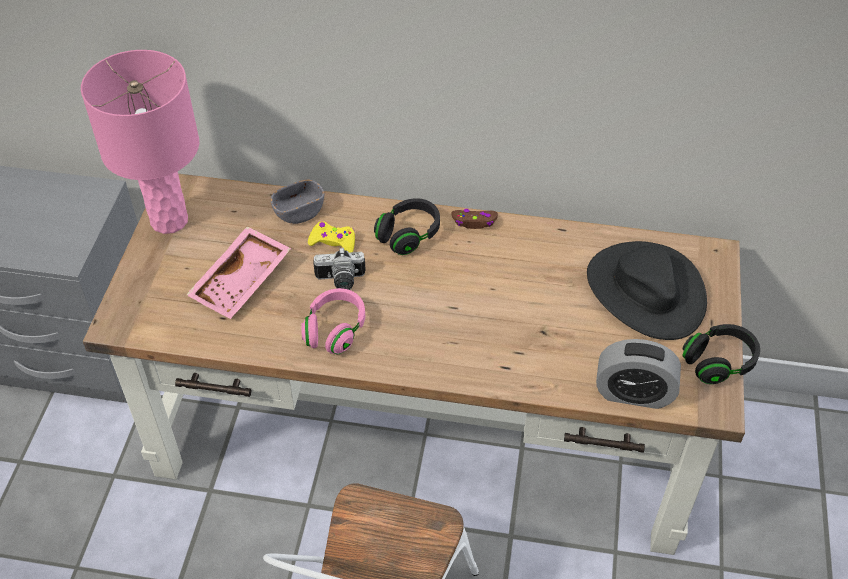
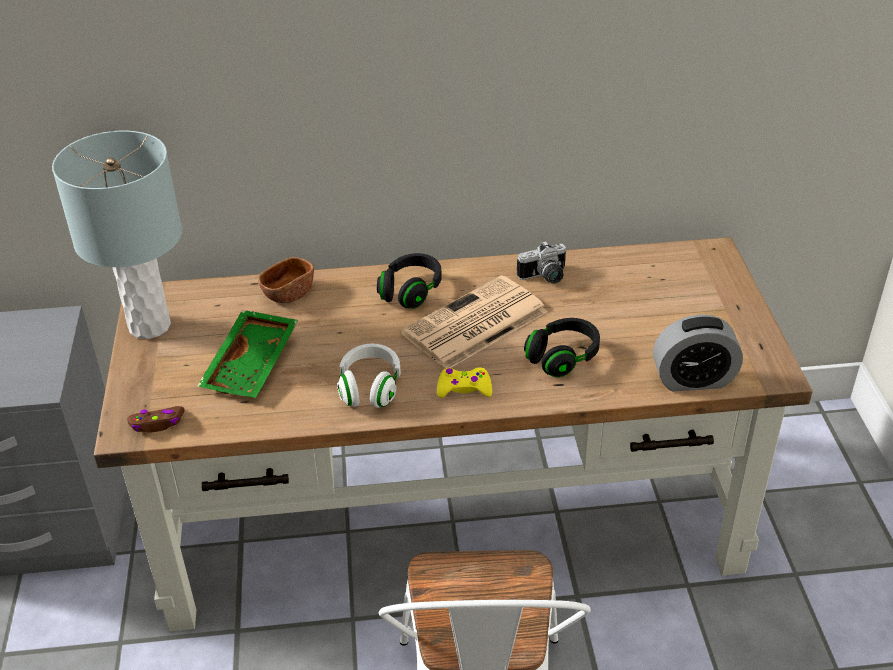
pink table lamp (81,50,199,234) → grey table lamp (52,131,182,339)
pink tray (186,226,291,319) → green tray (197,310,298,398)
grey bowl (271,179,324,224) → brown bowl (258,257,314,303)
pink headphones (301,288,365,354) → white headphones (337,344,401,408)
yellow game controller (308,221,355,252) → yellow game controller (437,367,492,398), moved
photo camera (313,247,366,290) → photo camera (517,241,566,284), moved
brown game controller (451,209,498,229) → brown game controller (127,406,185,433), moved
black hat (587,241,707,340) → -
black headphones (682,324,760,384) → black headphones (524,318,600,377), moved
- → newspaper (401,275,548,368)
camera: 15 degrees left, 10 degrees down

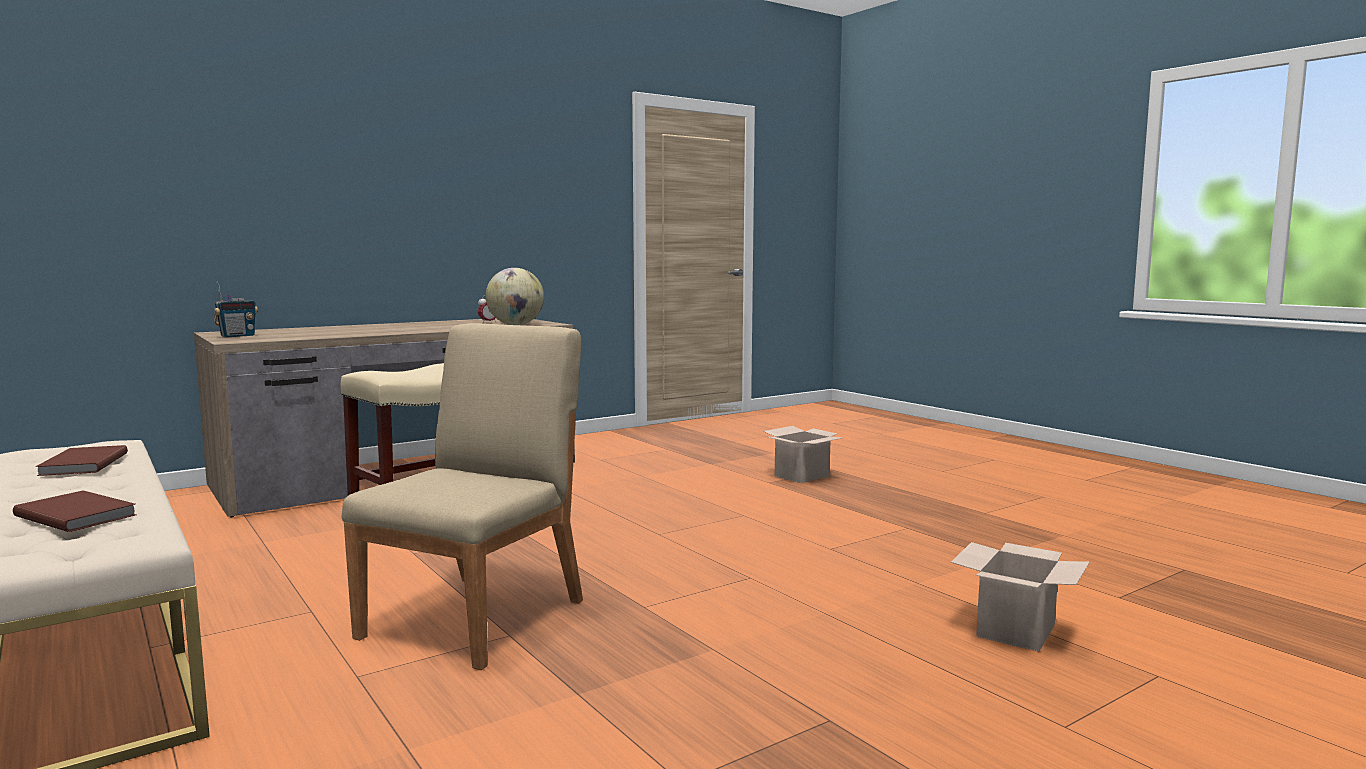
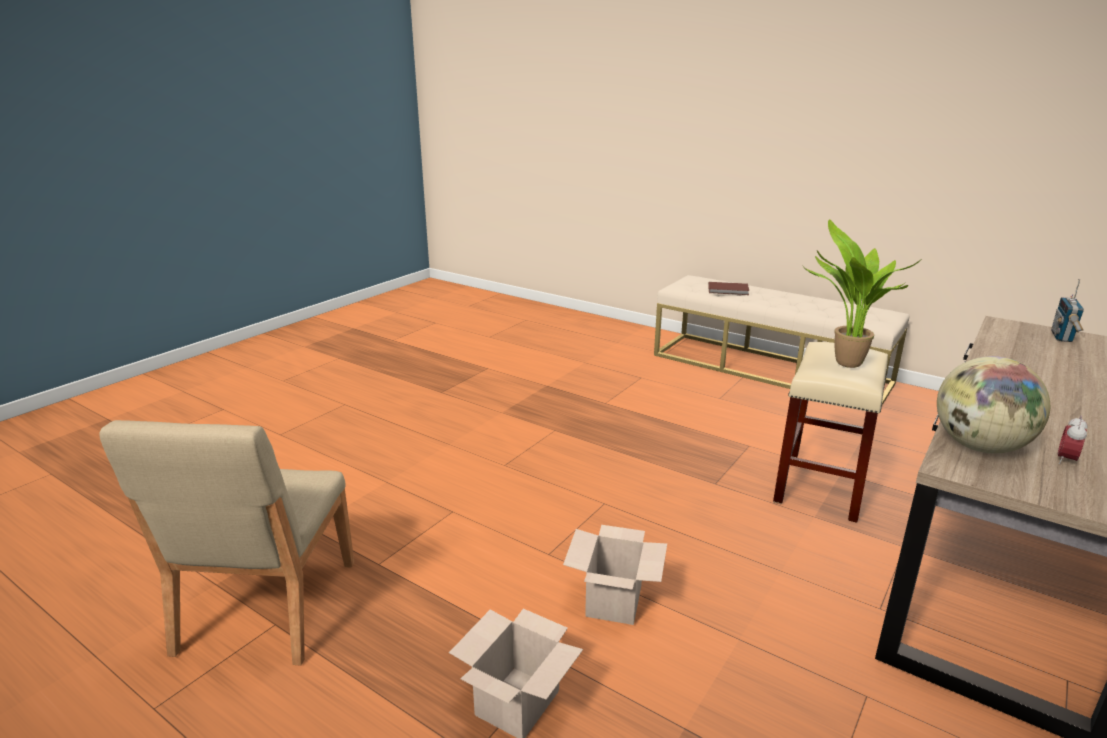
brown book (36,445,128,476) → -
beige chair (342,323,583,670) → beige chair (99,420,354,665), moved
cardboard box (951,542,1090,652) → cardboard box (563,525,667,625), moved
- → potted plant (805,219,920,368)
camera: 160 degrees right, 15 degrees up

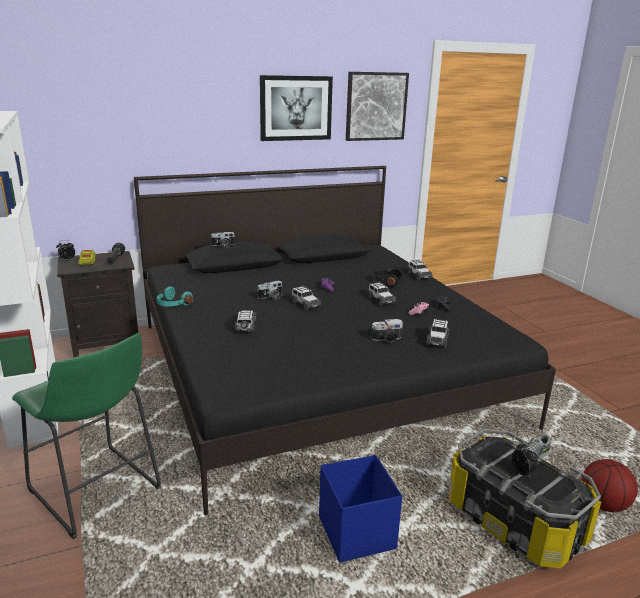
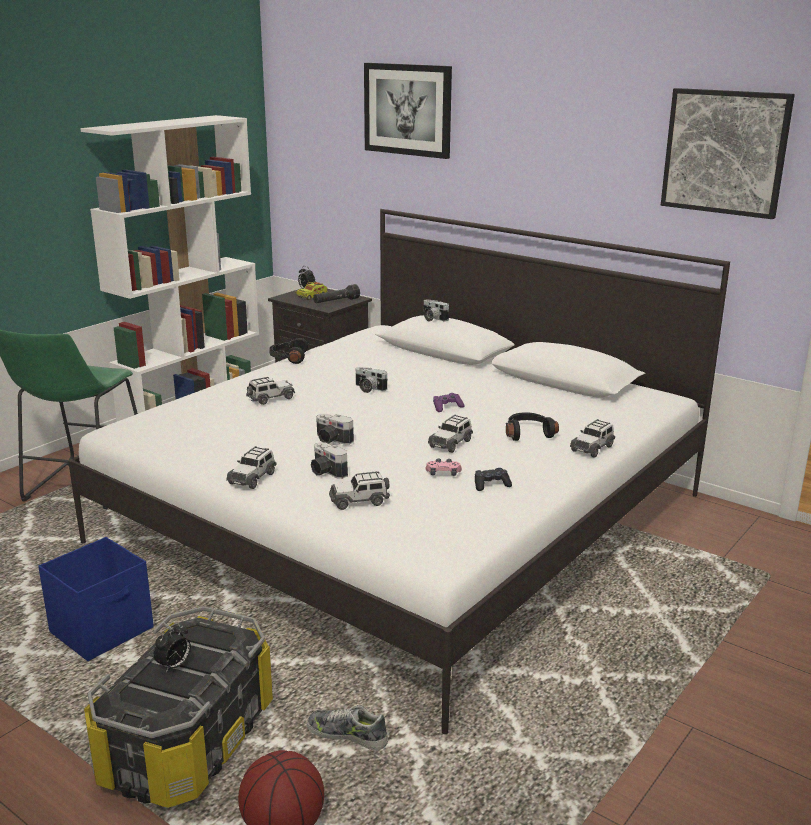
black bed (134,166,556,515) → white bed (68,209,730,734)
turquoise headphones (157,286,193,307) → black headphones (269,338,308,364)
picture (260,75,333,141) → picture (364,63,452,159), moved
toy car (291,285,321,310) → toy car (226,446,277,489), moved
- → photo camera (316,414,354,445)
camera: 60 degrees right, 0 degrees up

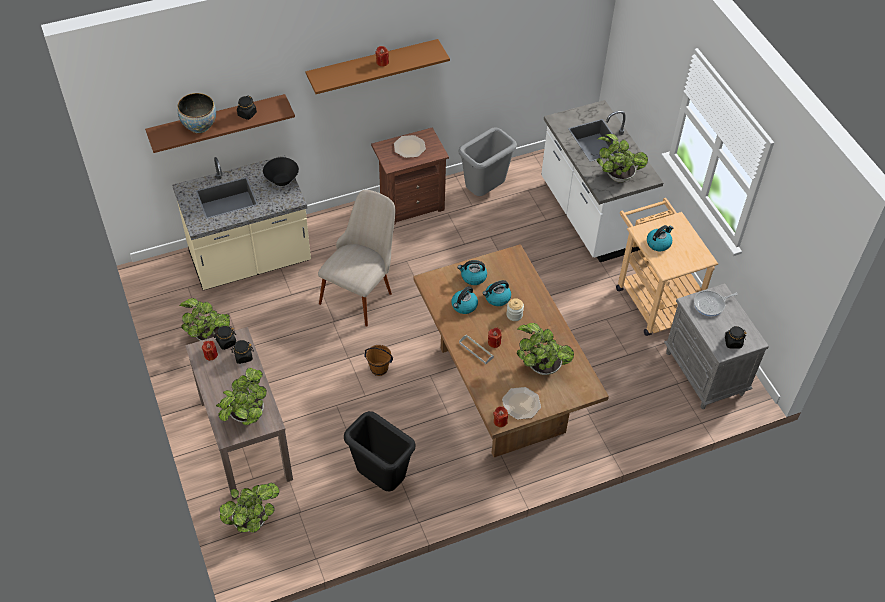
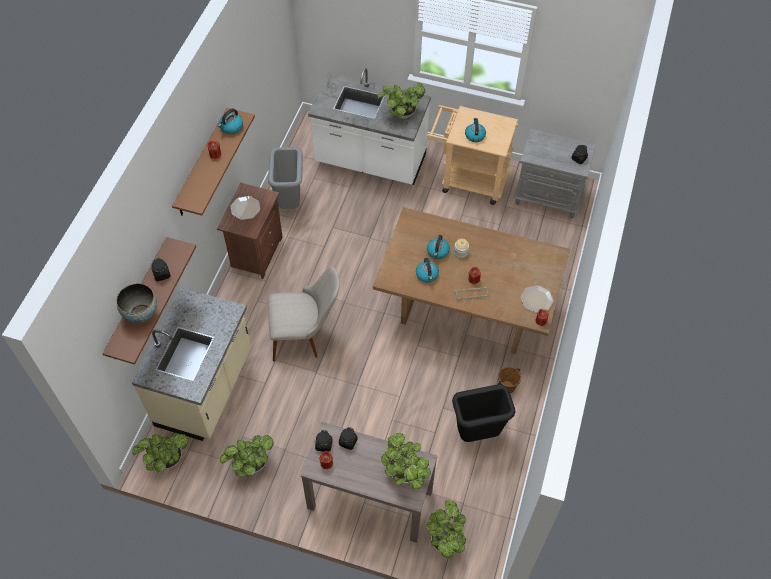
black bowl (263,157,299,186) → -
beige chair (318,190,395,327) → beige chair (268,266,340,362), 105 degrees clockwise
brown bucket (364,345,393,376) → brown bucket (498,367,521,393), moved
kettle (458,260,487,285) → kettle (218,109,243,134), moved
potted plant (517,323,574,375) → potted plant (132,432,188,471), moved
frying pan (694,290,738,316) → -
camera: 50 degrees left, 5 degrees up

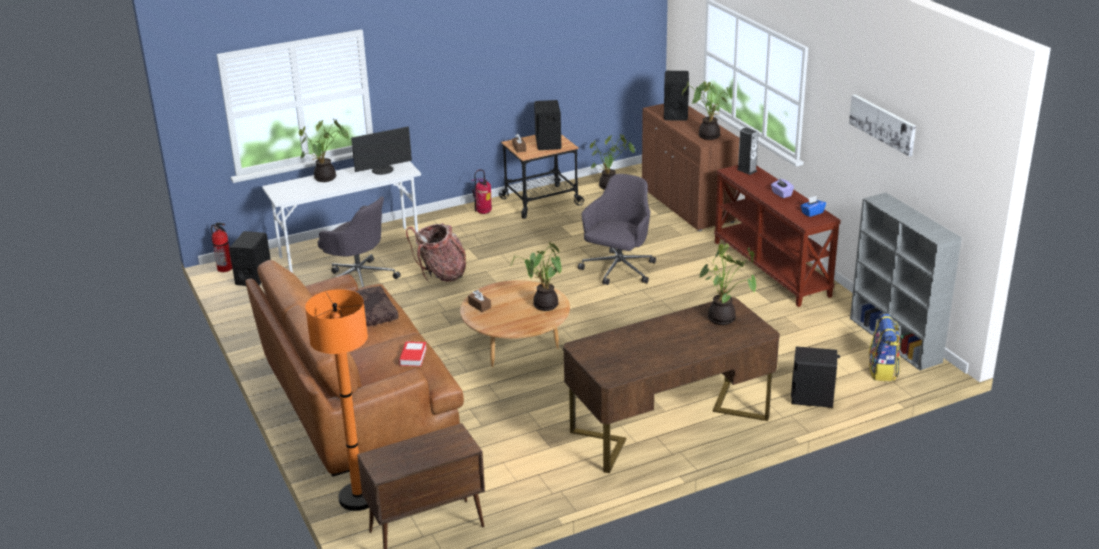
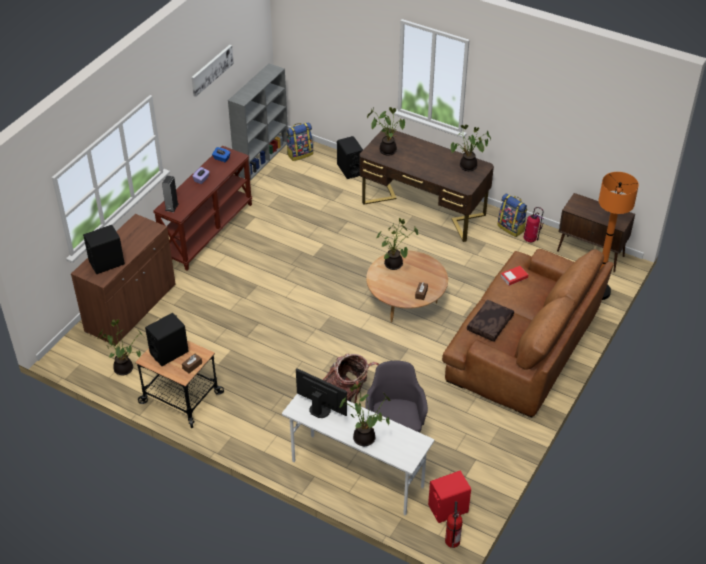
black speaker (229,231,271,286) → red speaker (428,471,471,523)
fire extinguisher (471,169,492,214) → fire extinguisher (523,207,544,242), moved
grey office chair (578,174,656,285) → -
potted plant (682,80,733,140) → potted plant (450,125,491,171), moved
- → backpack (497,193,527,237)
camera: 125 degrees left, 15 degrees up

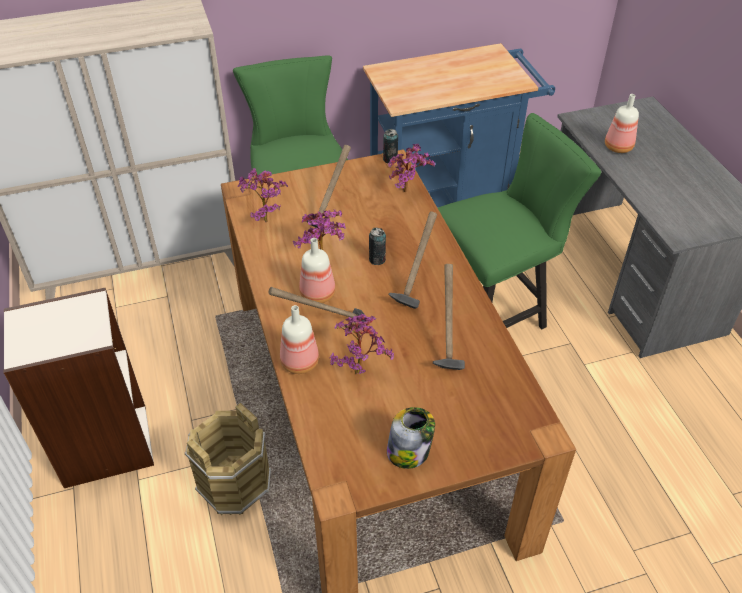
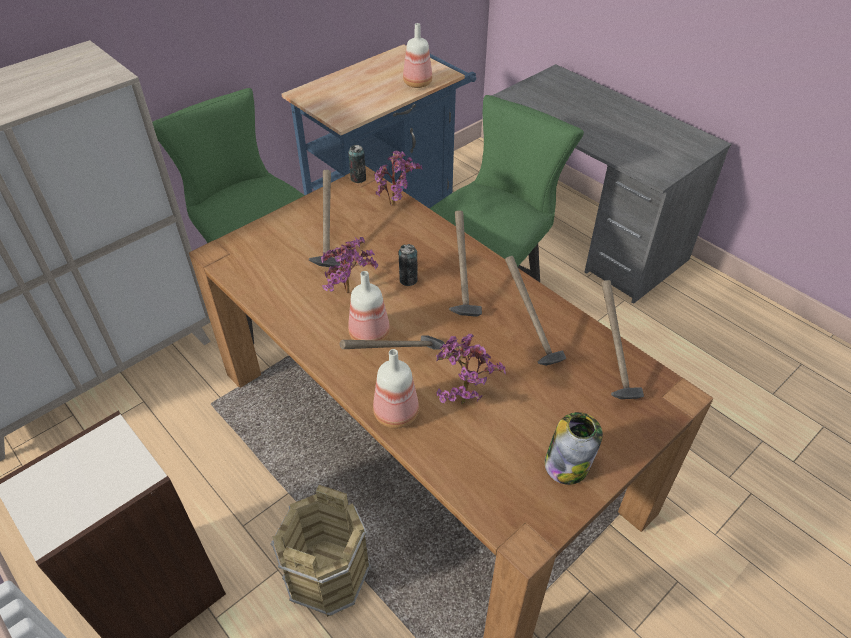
potted plant (238,168,288,223) → -
bottle (605,94,639,153) → bottle (403,23,432,88), moved
- → hammer (601,280,644,399)
camera: 25 degrees left, 0 degrees up

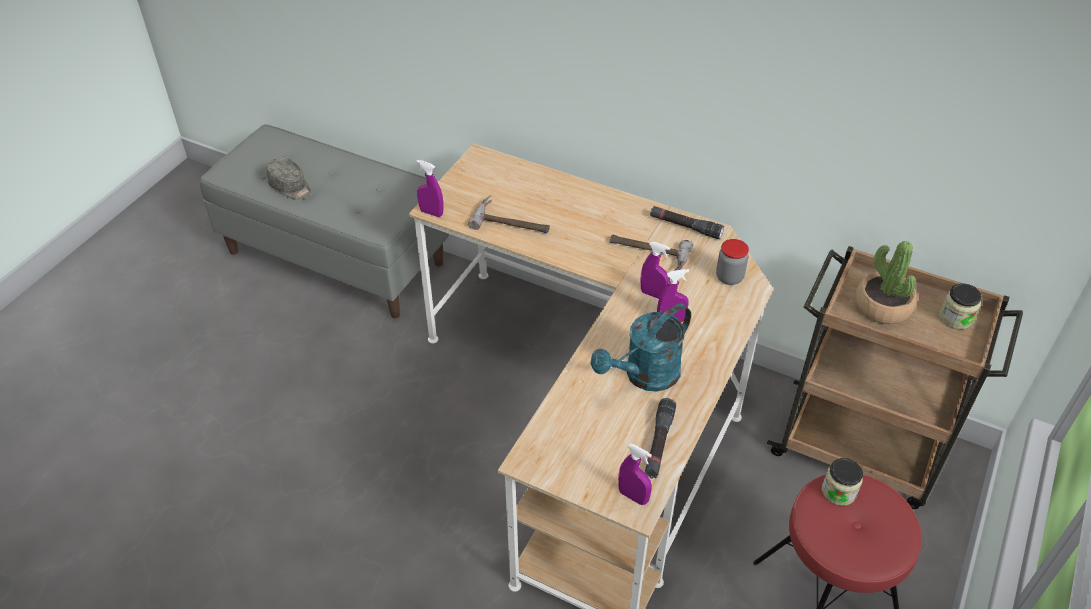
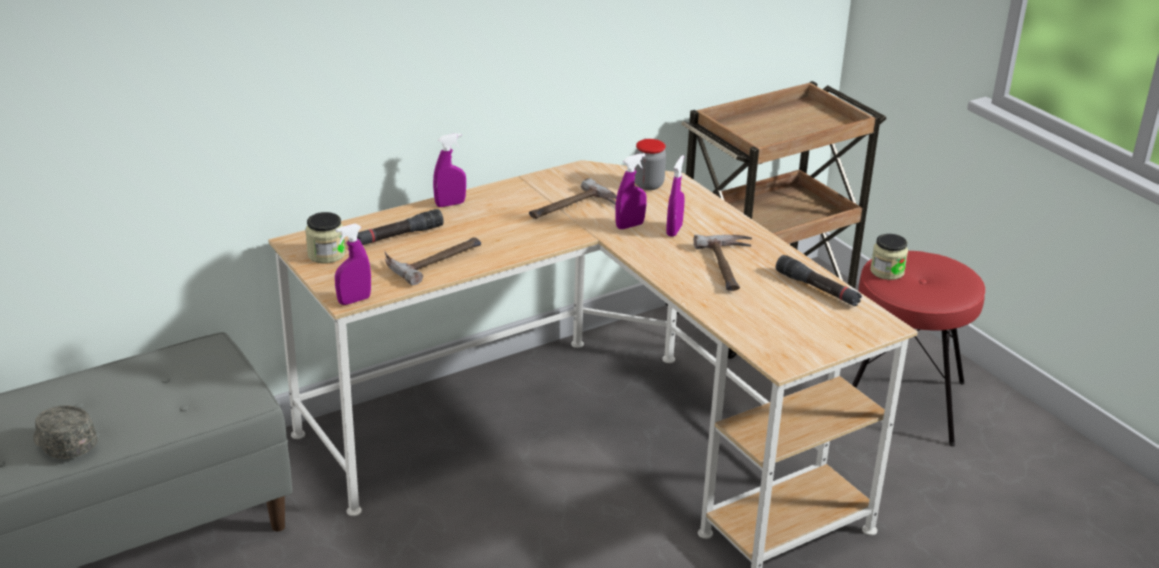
grey cap (267,158,311,200) → grey cap (33,405,98,459), 120 degrees counterclockwise
turquoise watering can (591,304,691,392) → hammer (694,235,752,291)
purple spray bottle (618,443,652,505) → purple spray bottle (433,133,466,207), moved
black flashlight (650,206,724,239) → black flashlight (357,209,444,245), moved
potted plant (855,241,917,325) → -
jar (939,283,982,329) → jar (305,212,345,263), moved
camera: 60 degrees left, 15 degrees down

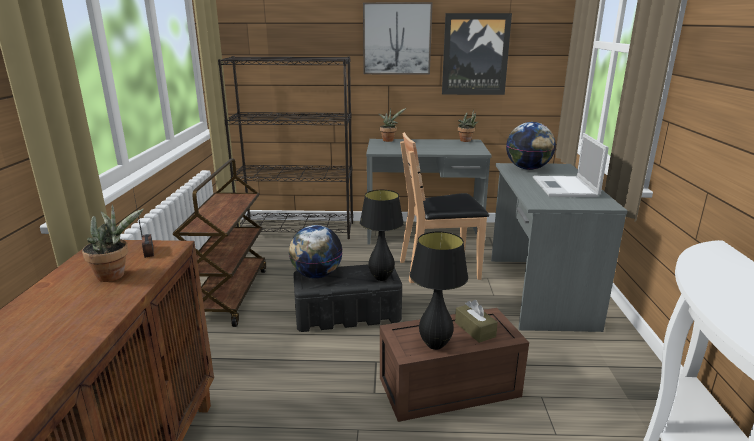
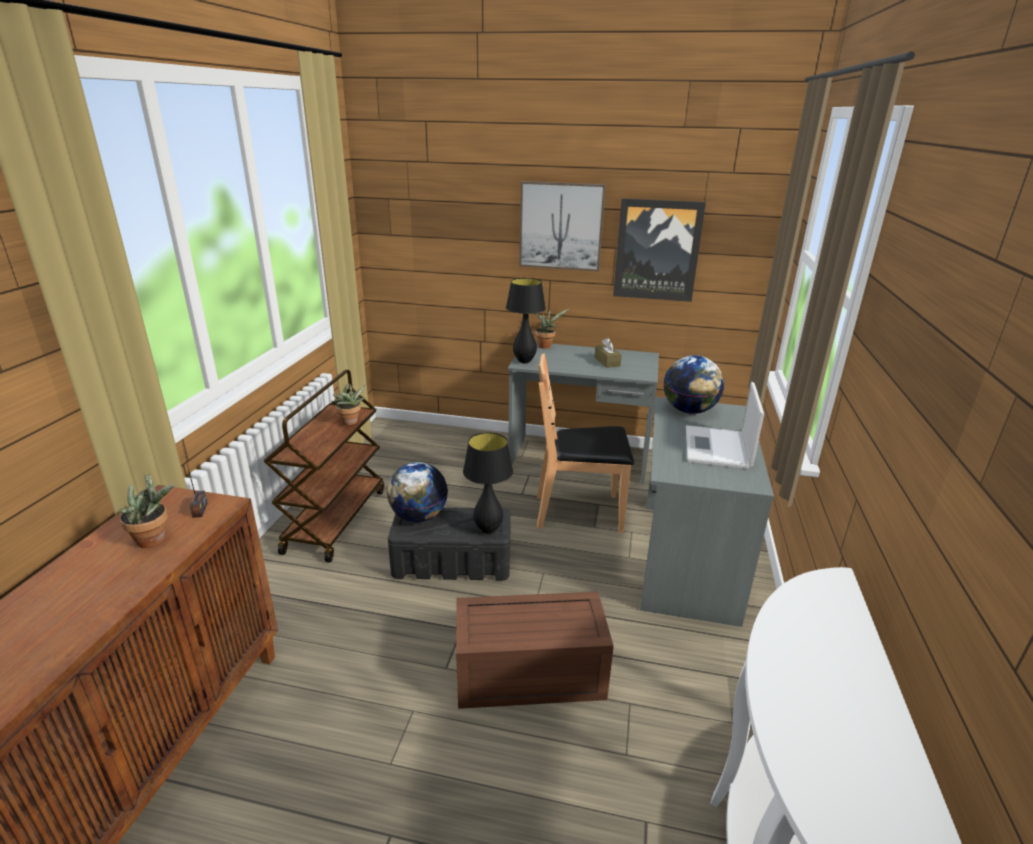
black bookcase (218,56,353,239) → -
black table lamp (410,232,468,350) → black table lamp (506,278,546,363), moved
brown tissue box (455,300,498,343) → brown tissue box (594,338,622,368), moved
potted plant (458,110,479,142) → potted plant (332,384,365,426), moved
camera: 10 degrees right, 5 degrees up

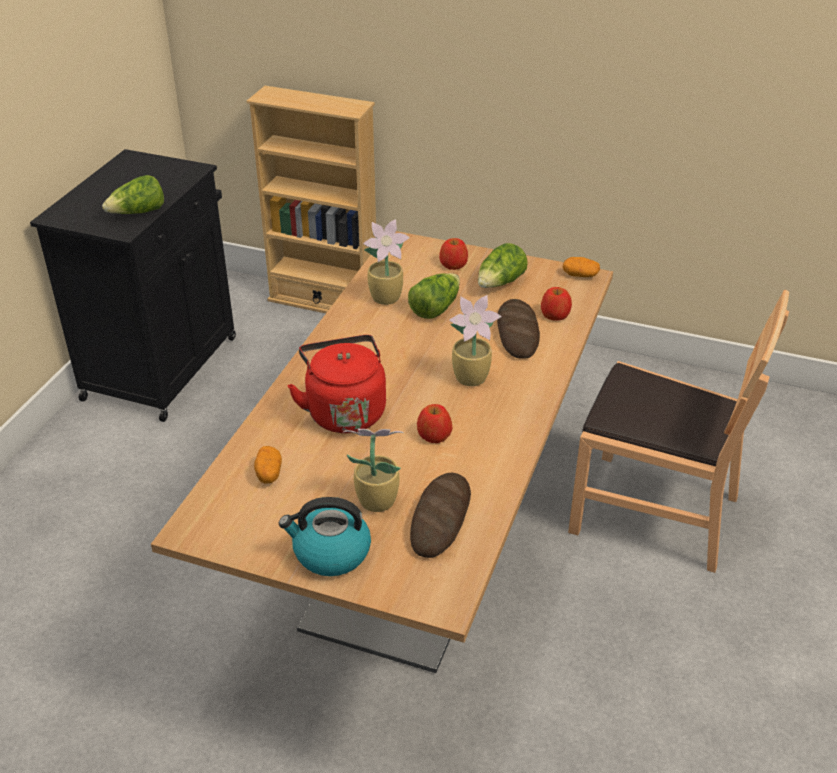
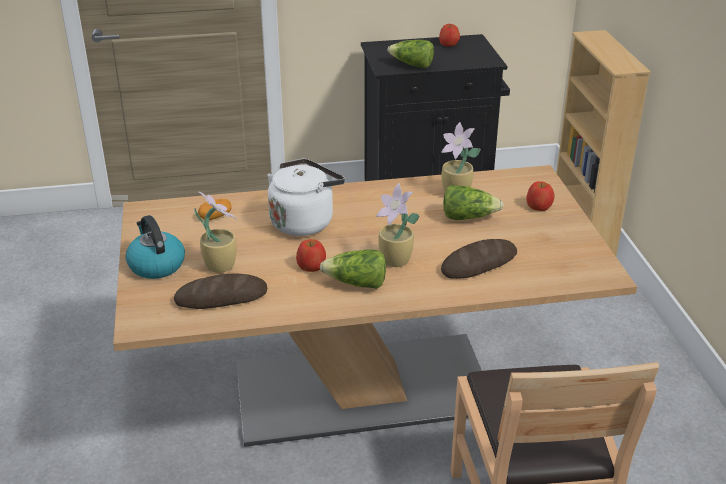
red kettle (287,335,386,433) → white kettle (268,159,345,236)
lettuce (478,243,528,288) → lettuce (320,250,386,289), moved
apple (541,287,572,321) → apple (439,24,460,47), moved
potato (563,257,600,277) → -
camera: 60 degrees right, 5 degrees down

